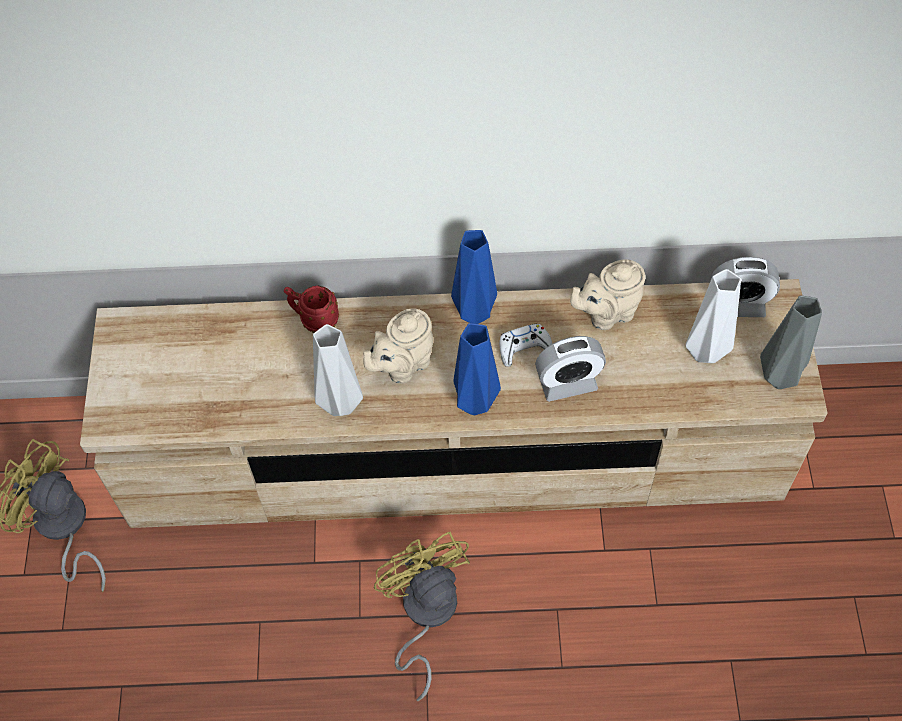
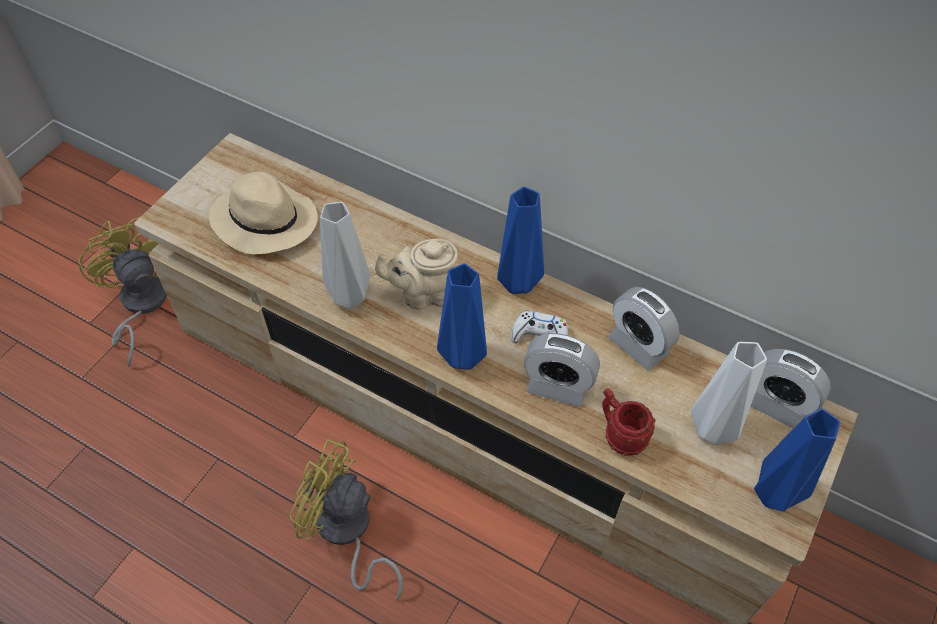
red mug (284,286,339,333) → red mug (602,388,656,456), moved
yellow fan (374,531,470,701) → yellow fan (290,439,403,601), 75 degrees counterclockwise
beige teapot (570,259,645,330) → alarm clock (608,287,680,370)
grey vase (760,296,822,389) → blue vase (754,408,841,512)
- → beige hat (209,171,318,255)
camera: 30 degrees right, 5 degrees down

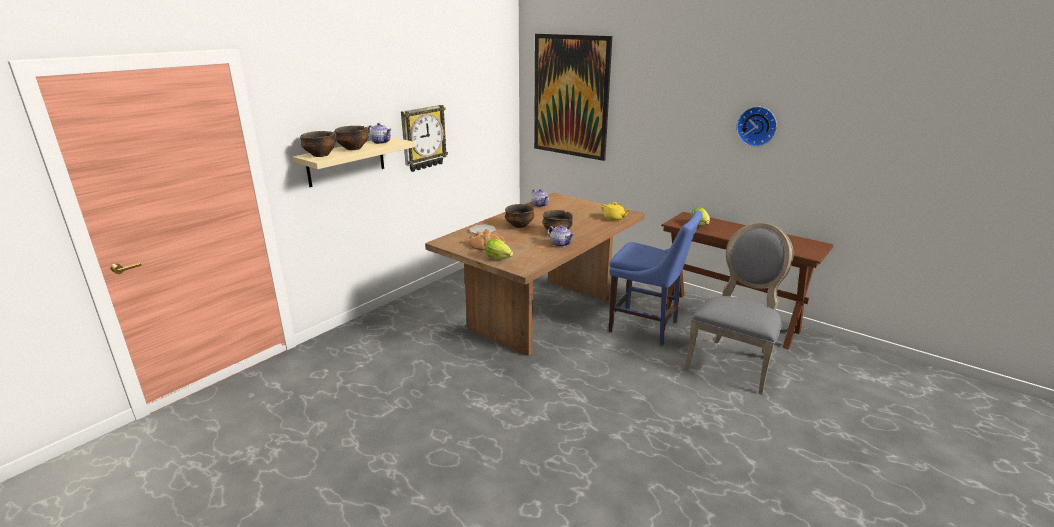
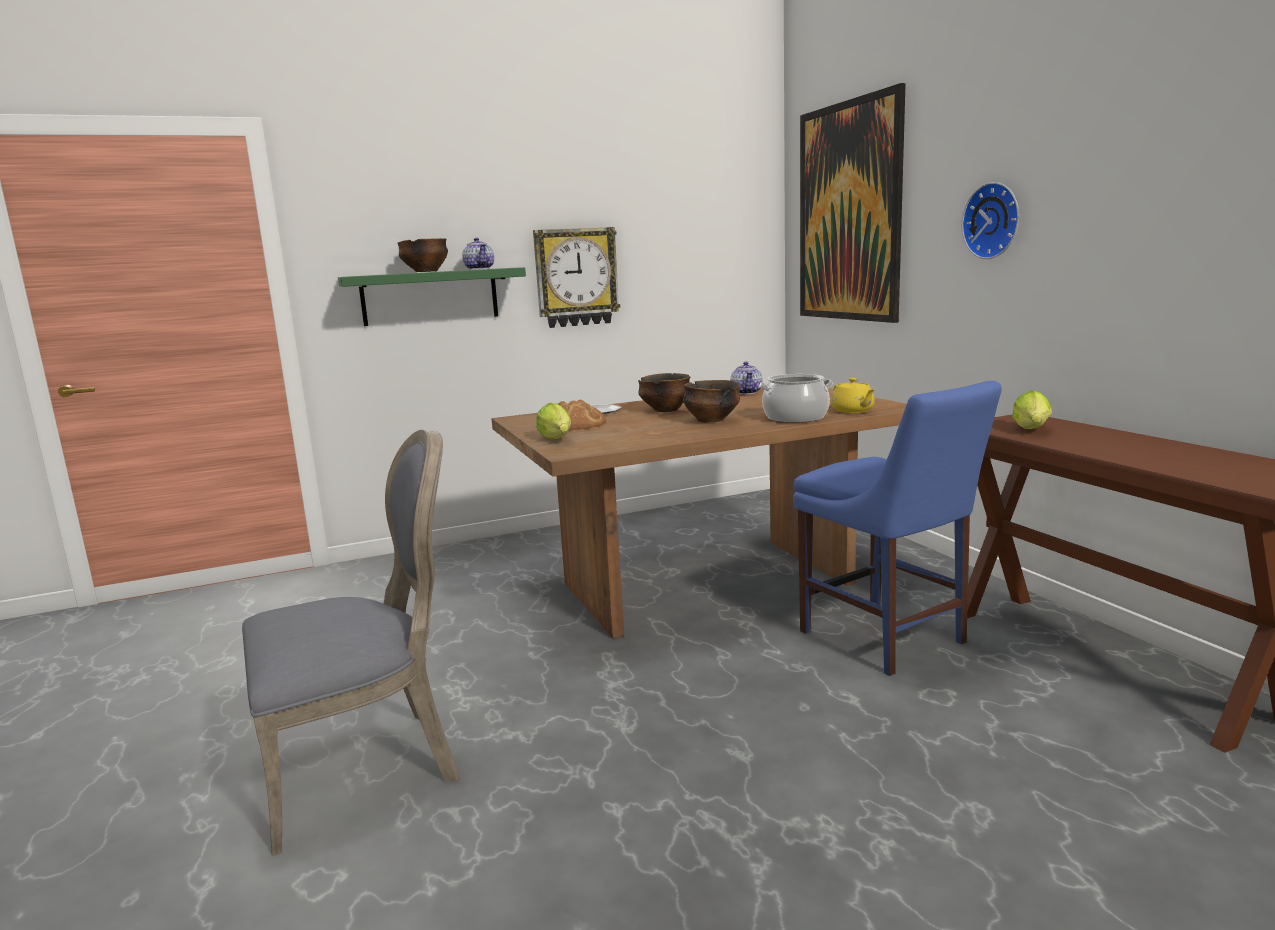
beige shelf (293,137,415,187) → green shelf (338,267,526,326)
bowl (300,131,336,157) → -
teapot (547,225,575,247) → -
grey chair (685,223,794,395) → grey chair (242,430,460,856), moved
wall clock (736,106,777,147) → wall clock (962,182,1019,259), moved
- → cooking pot (758,374,833,423)
camera: 30 degrees right, 10 degrees down

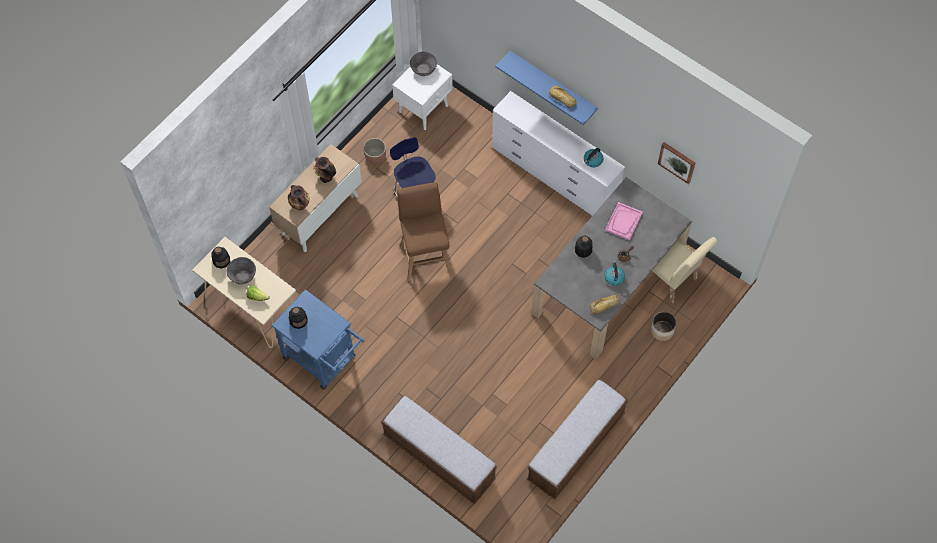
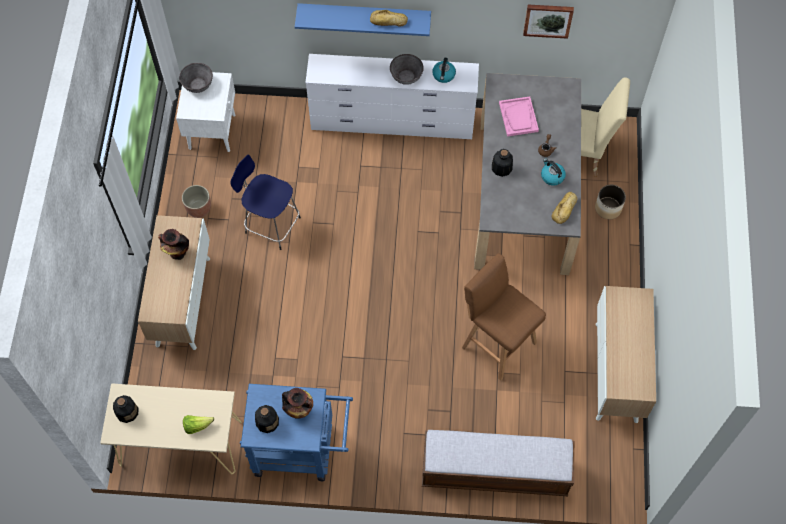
grey bowl (227,257,256,284) → grey bowl (390,54,424,85), moved
vase (288,185,310,210) → vase (282,388,313,419), moved
brown stool (397,182,452,281) → brown stool (462,253,546,381), moved
bench (527,379,628,500) → cabinet (595,286,656,423)
camera: 35 degrees left, 0 degrees up

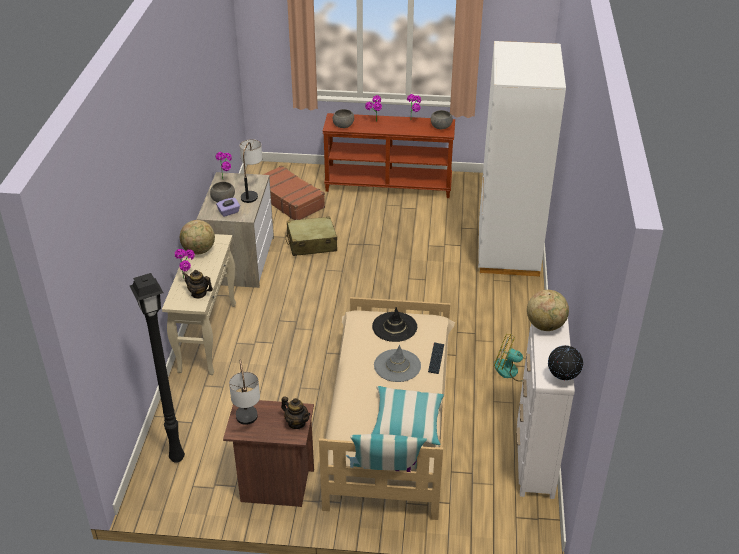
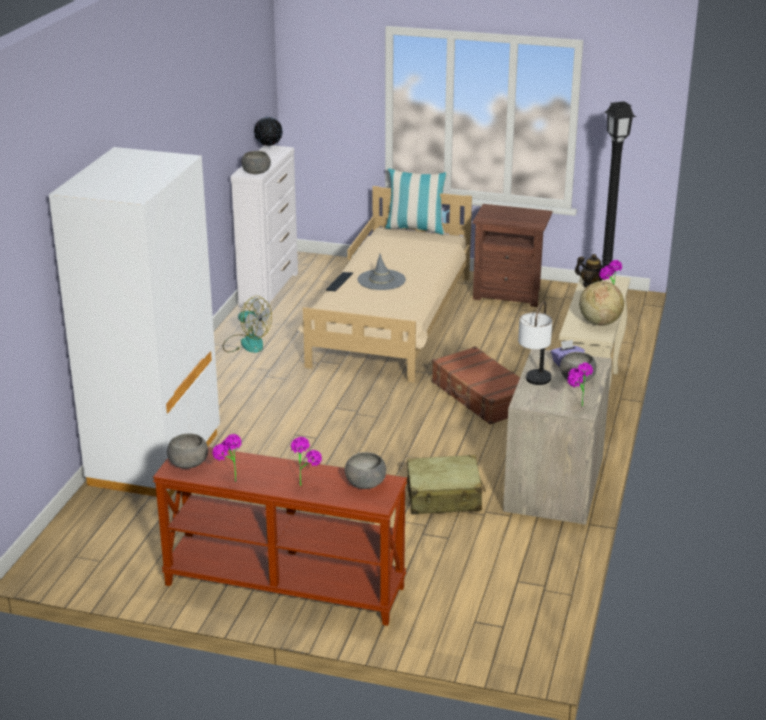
table lamp (229,359,260,425) → -
brown suitcase (263,166,325,220) → brown suitcase (432,346,520,425), moved
teapot (281,396,310,429) → -
pillow (371,386,444,445) → -
black hat (372,307,417,342) → -
globe (527,290,569,331) → grey bowl (242,151,271,174)
camera: 170 degrees left, 10 degrees down

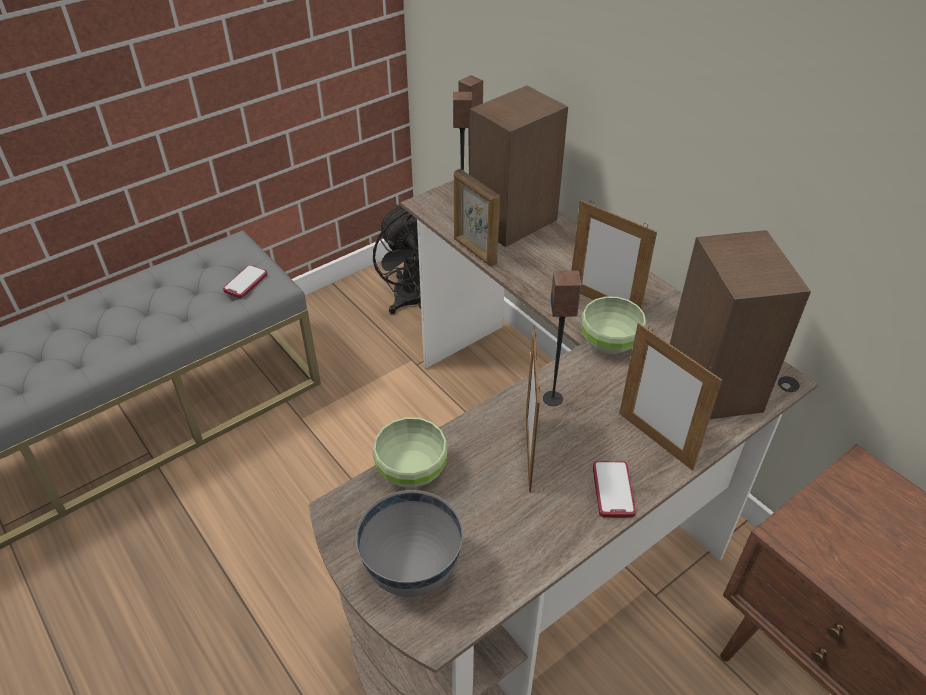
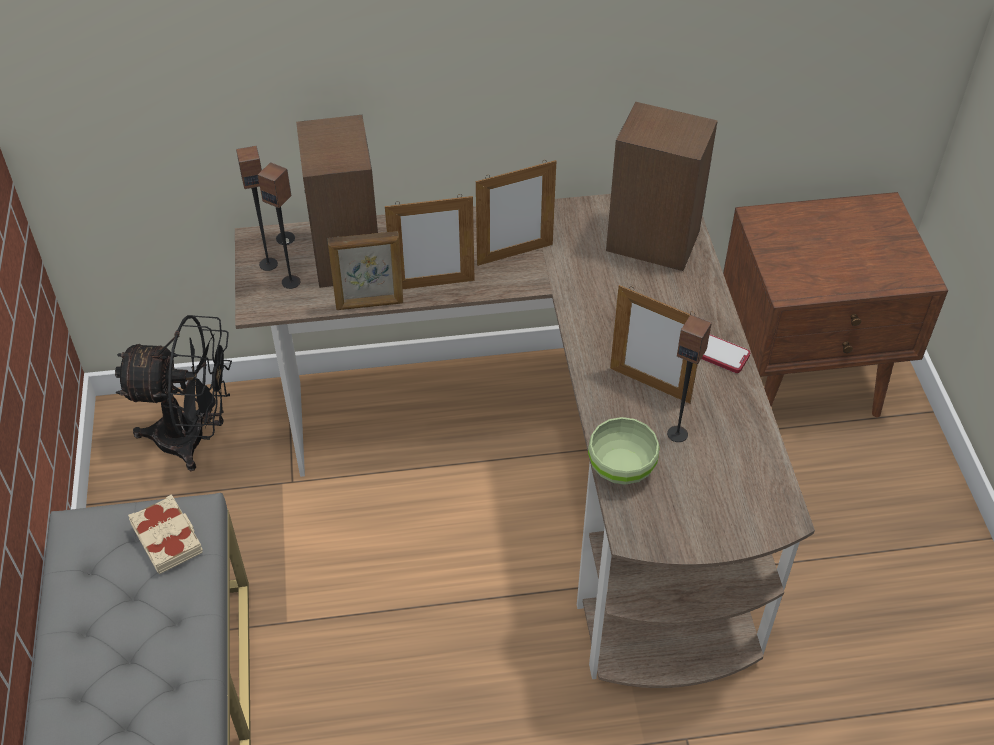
phone (223,265,267,298) → beige book (128,494,203,574)
grey bowl (356,490,463,597) → -
speaker (543,271,581,406) → speaker (667,315,712,442), moved
green bowl (581,296,646,354) → -
picture frame (619,323,722,470) → picture frame (385,194,475,289), moved
camera: 60 degrees left, 5 degrees up

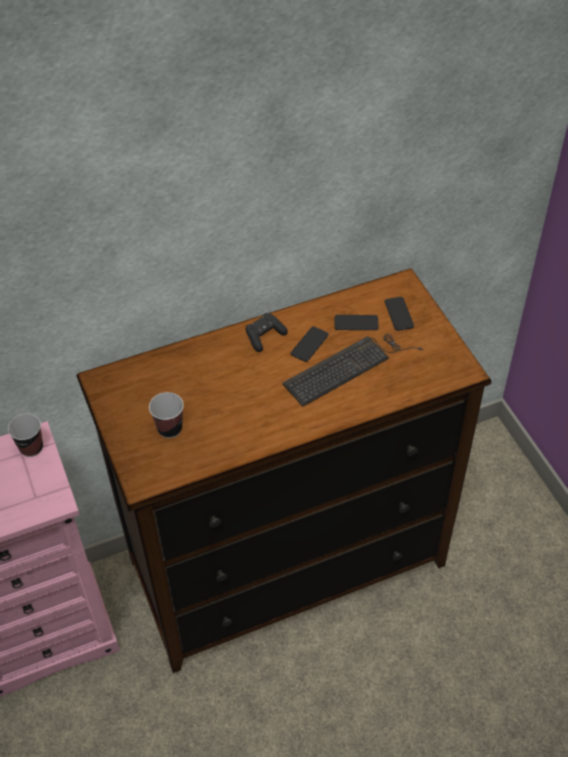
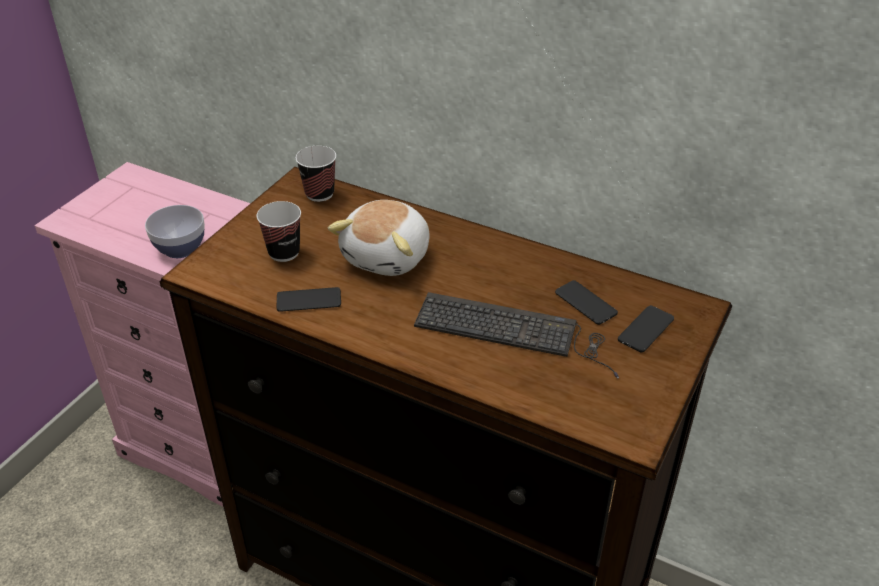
cup (8,414,43,457) → cup (296,146,336,202), moved
black game controller (246,313,288,352) → -
phone (291,326,329,362) → phone (277,287,341,312), moved
- → bowl (145,205,205,258)
- → plush toy (328,200,430,276)
camera: 50 degrees right, 10 degrees down

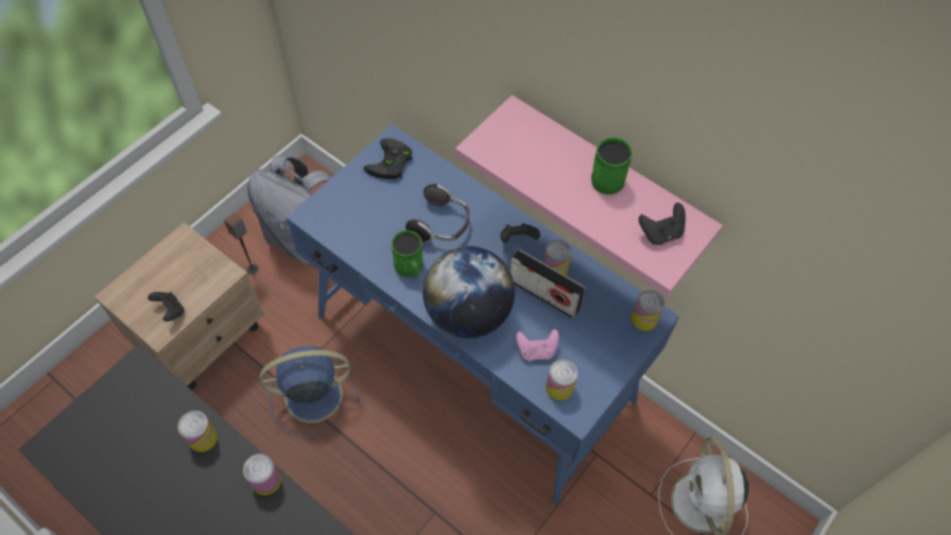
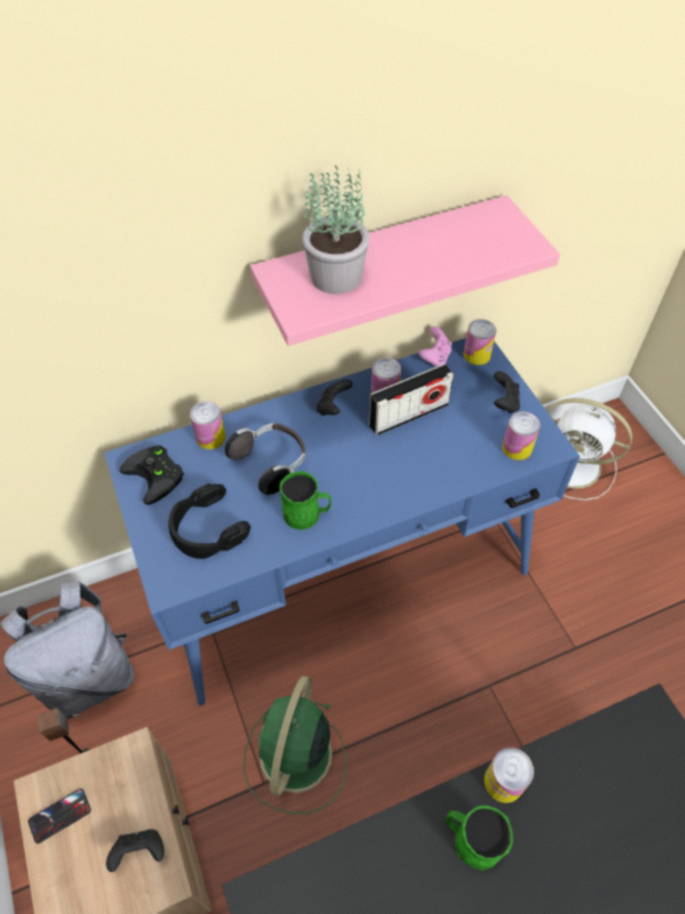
can (178,411,218,452) → can (190,401,226,450), moved
blue fan (260,346,360,438) → green fan (243,676,346,814)
globe (423,246,515,338) → -
pink game controller (516,329,559,361) → pink game controller (419,326,452,367), moved
green mug (591,137,632,195) → green mug (446,806,513,870), moved
black game controller (639,203,686,245) → black game controller (494,371,520,413), moved
- → phone (28,788,91,844)
- → black headphones (168,483,251,559)
- → potted plant (302,165,369,294)
camera: 60 degrees left, 5 degrees down

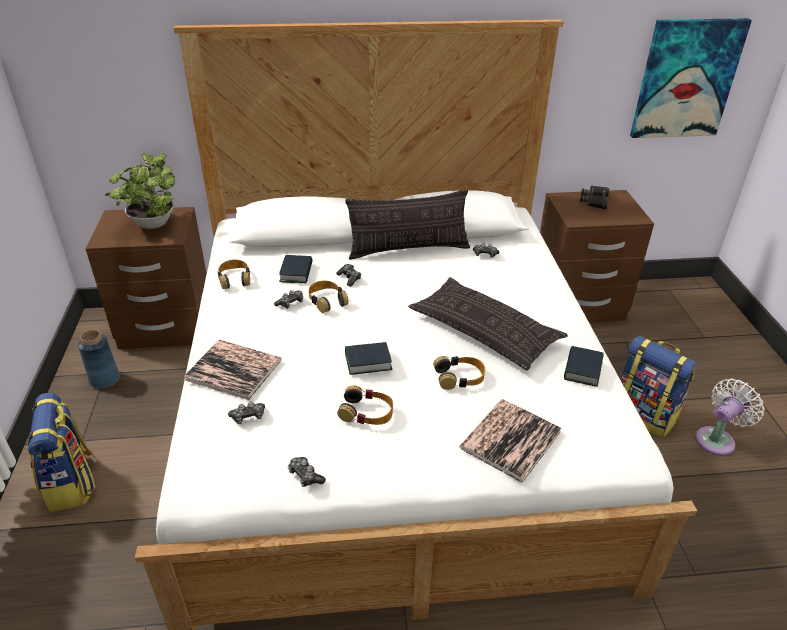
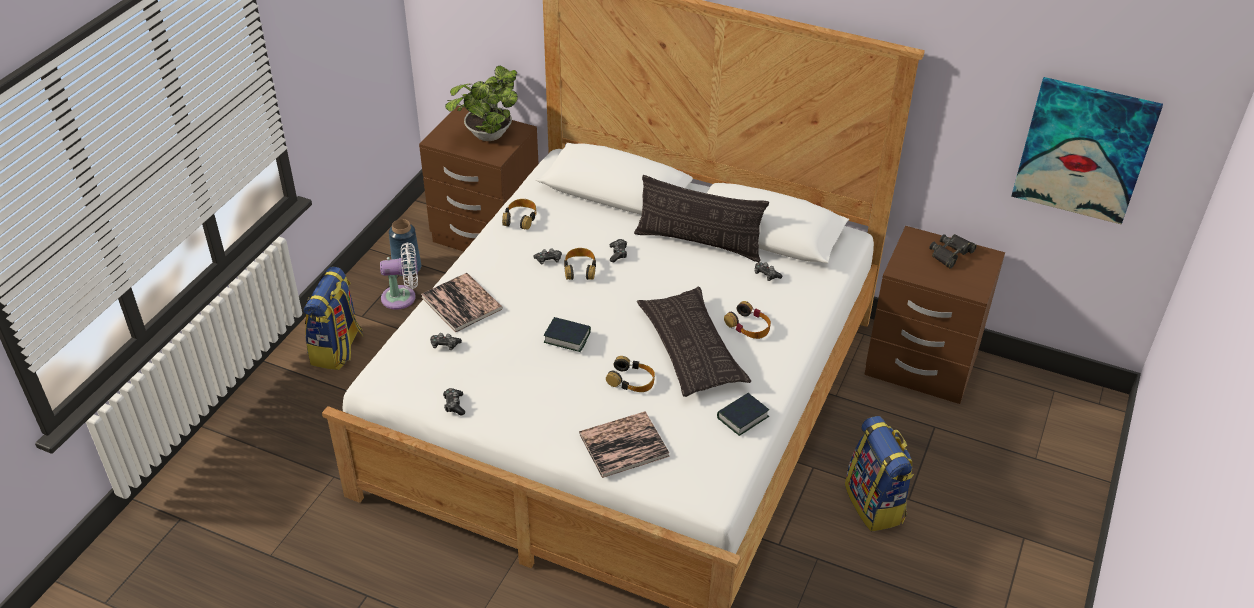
book (279,255,313,283) → -
headphones (337,385,393,425) → headphones (724,301,771,339), moved
white fan (695,379,765,456) → white fan (380,242,418,310), moved
camera: 30 degrees right, 5 degrees up

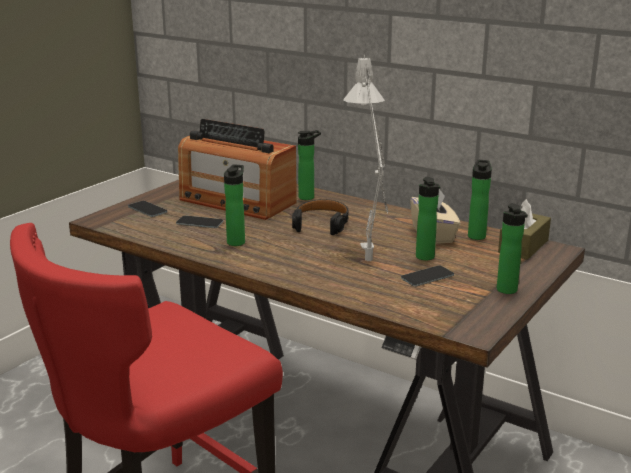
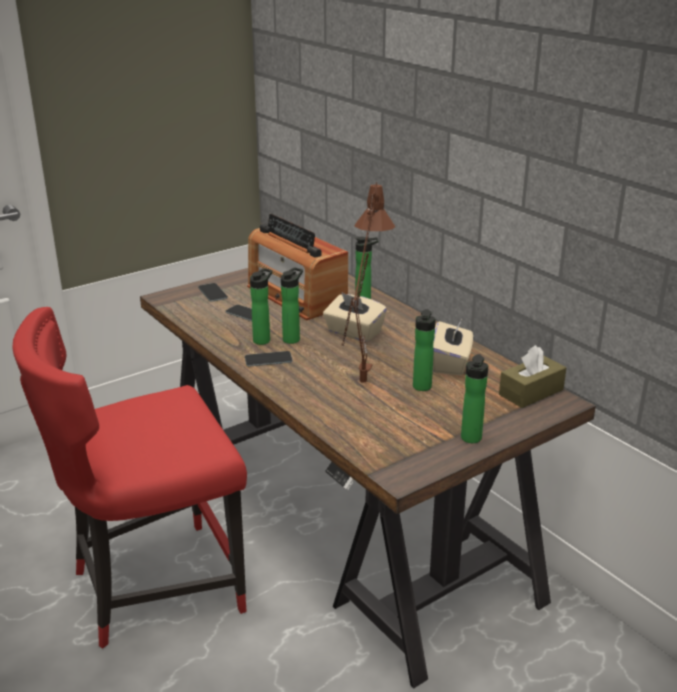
black headphones (292,199,348,235) → beige tissue box (323,292,387,342)
grey table lamp (343,55,388,261) → brown table lamp (342,182,396,383)
phone (401,266,454,287) → phone (245,351,293,367), moved
bottle (468,160,492,240) → bottle (281,267,303,344), moved
camera: 20 degrees right, 5 degrees up

